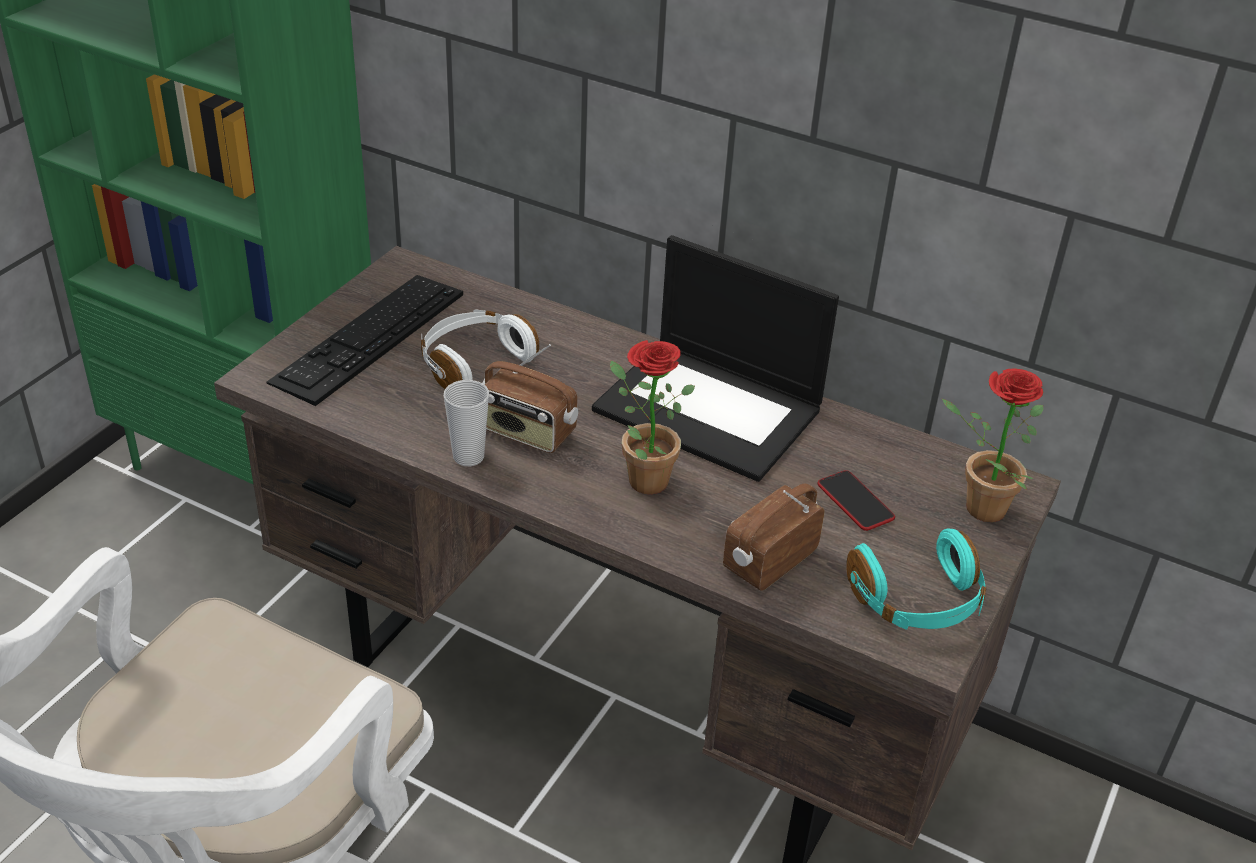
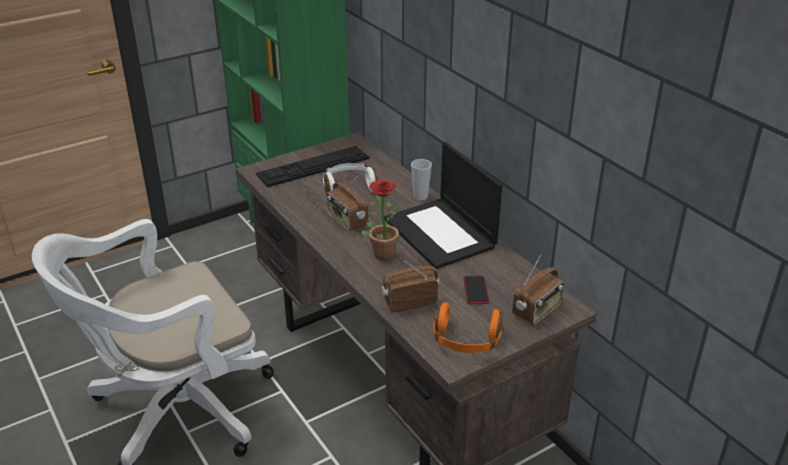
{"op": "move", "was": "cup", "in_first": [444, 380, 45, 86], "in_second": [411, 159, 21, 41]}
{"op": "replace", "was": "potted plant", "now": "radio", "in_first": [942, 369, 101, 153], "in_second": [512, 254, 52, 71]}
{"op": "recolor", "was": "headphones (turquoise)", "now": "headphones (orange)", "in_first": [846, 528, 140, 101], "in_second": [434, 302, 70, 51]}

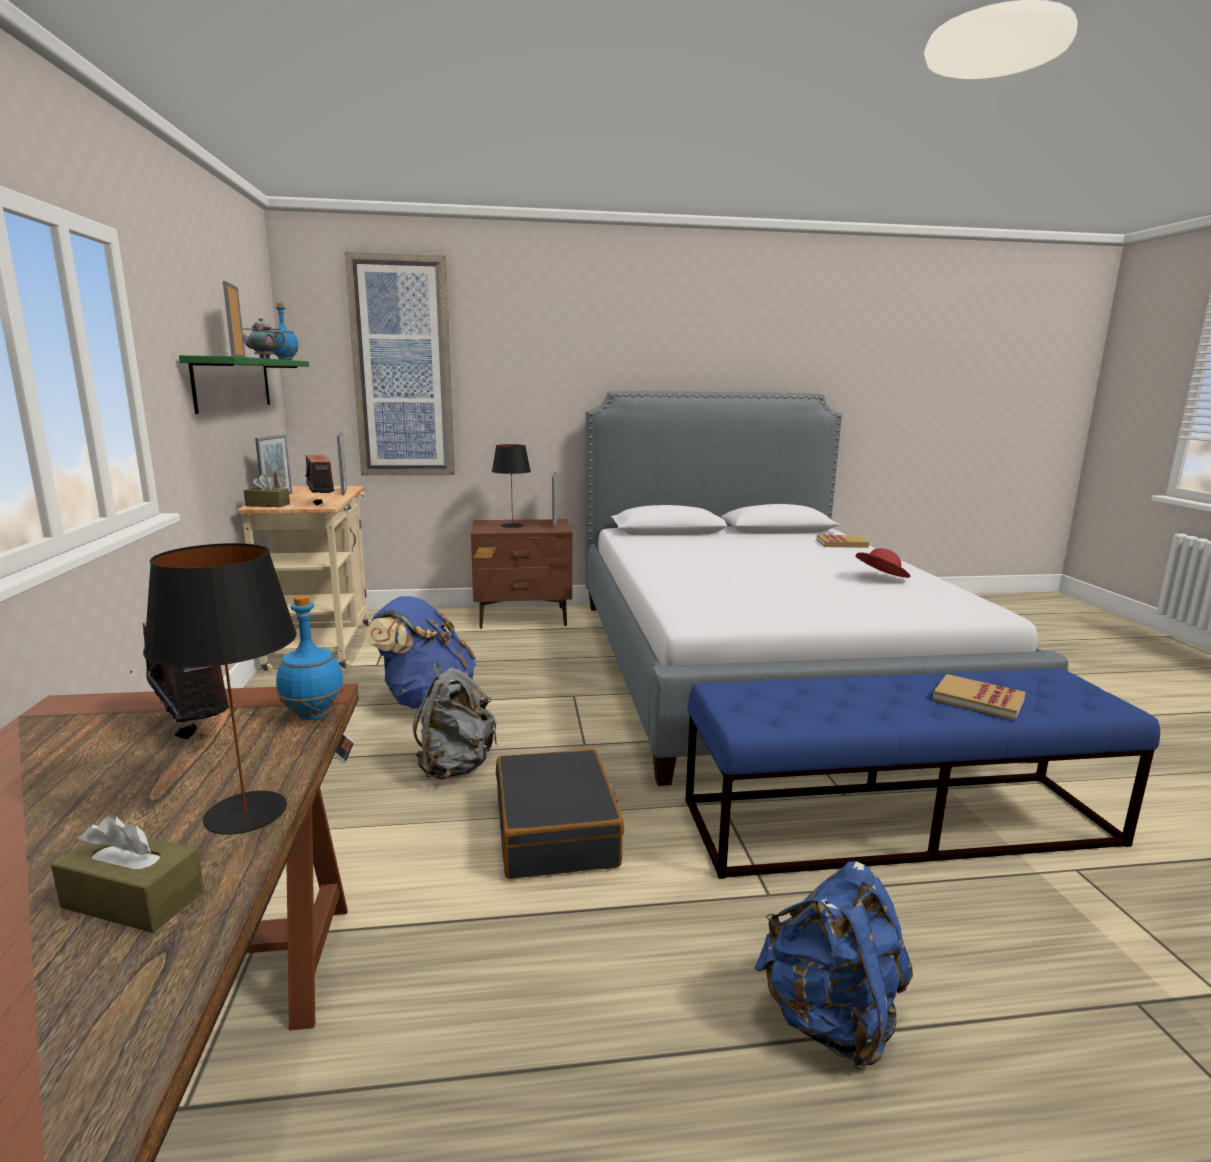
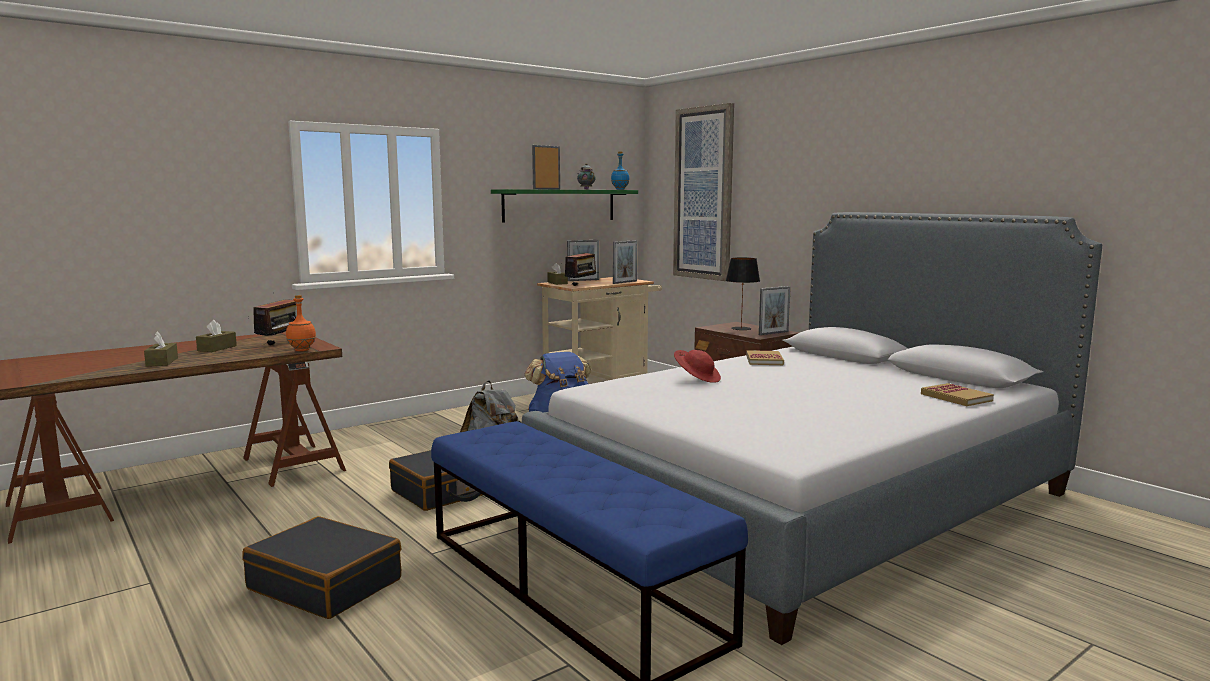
{"op": "delete", "was": "table lamp (black)", "in_first": [143, 543, 154, 292]}
{"op": "insert", "now": "tissue box (brown)", "in_second": [196, 320, 41, 32]}
{"op": "move", "was": "hat (red)", "in_first": [856, 548, 54, 30], "in_second": [674, 350, 47, 33]}
{"op": "move", "was": "book", "in_first": [933, 674, 93, 46], "in_second": [746, 350, 38, 15]}
{"op": "replace", "was": "backpack (blue)", "now": "suitcase (black)", "in_first": [755, 861, 158, 209], "in_second": [242, 516, 160, 103]}
{"op": "recolor", "was": "bottle (blue)", "now": "bottle (orange)", "in_first": [276, 595, 68, 125], "in_second": [286, 295, 30, 56]}

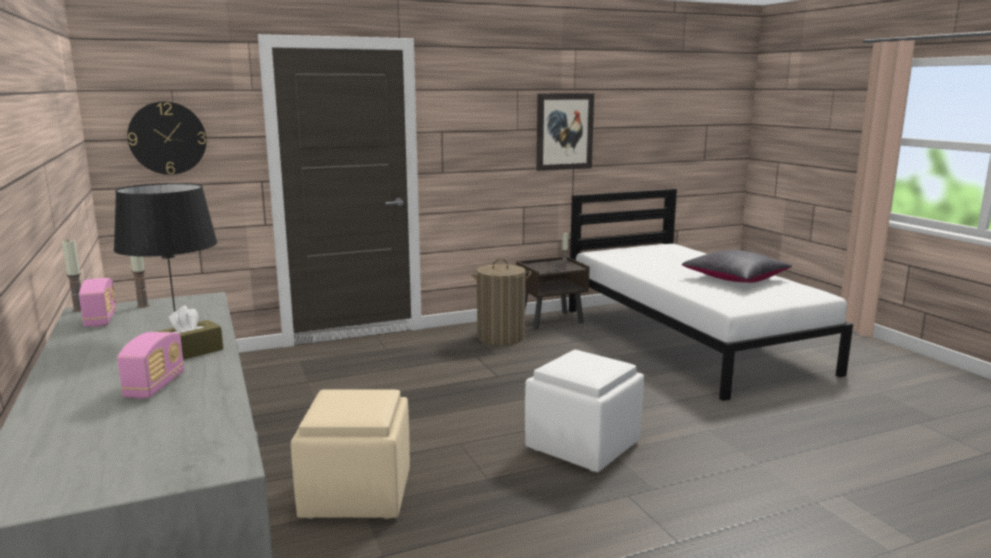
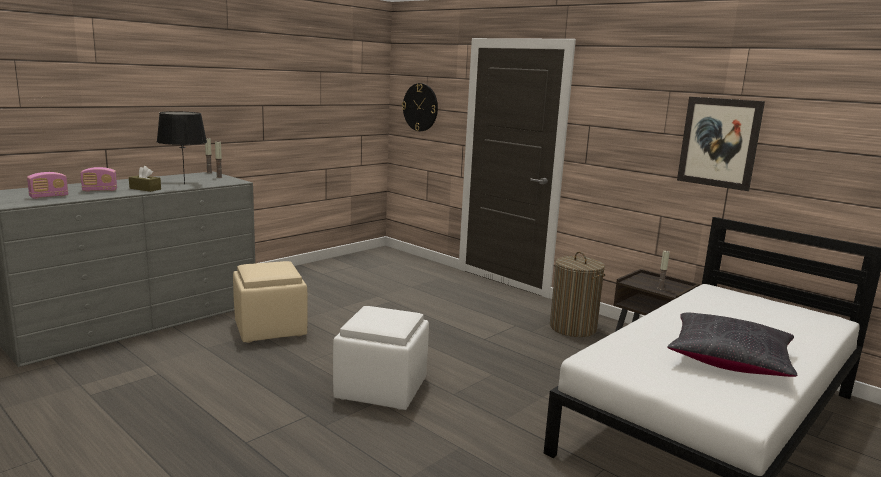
{"op": "move", "was": "radio", "in_first": [79, 278, 37, 49], "in_second": [27, 172, 41, 27]}

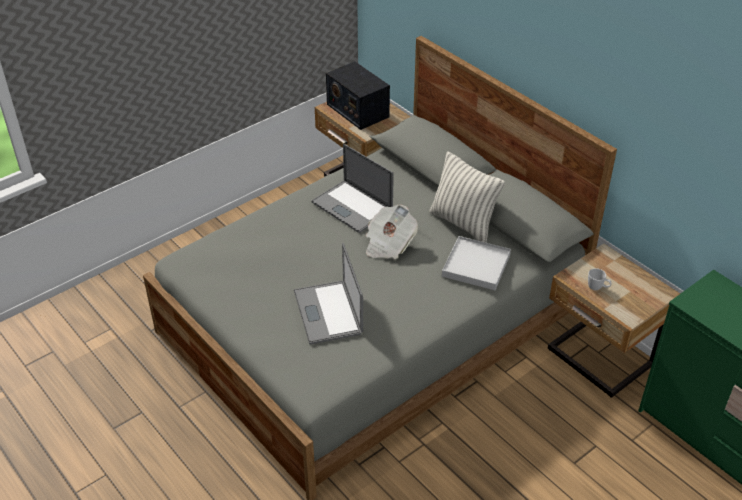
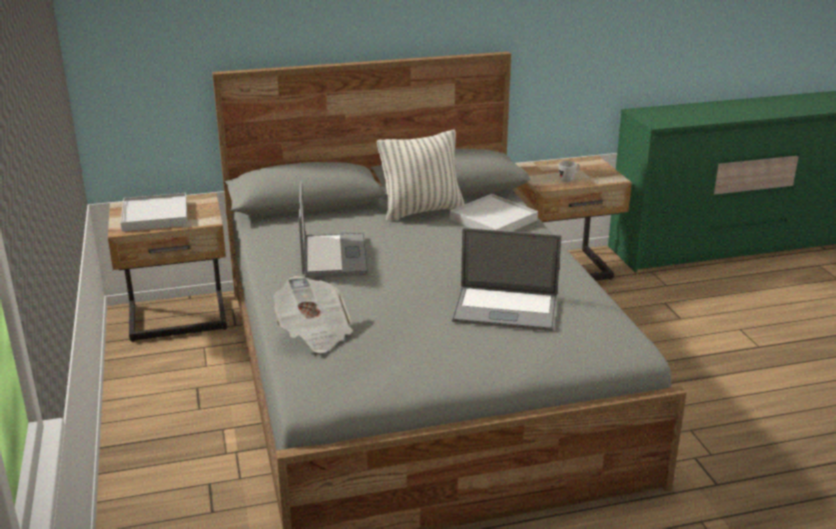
{"op": "move", "was": "newspaper", "in_first": [366, 205, 52, 54], "in_second": [273, 276, 80, 77]}
{"op": "replace", "was": "radio", "now": "tray (white)", "in_first": [326, 61, 64, 69], "in_second": [120, 193, 67, 39]}
{"op": "rotate", "was": "laptop", "in_first": [311, 144, 83, 89], "in_second": [299, 181, 69, 97], "clockwise": -75}

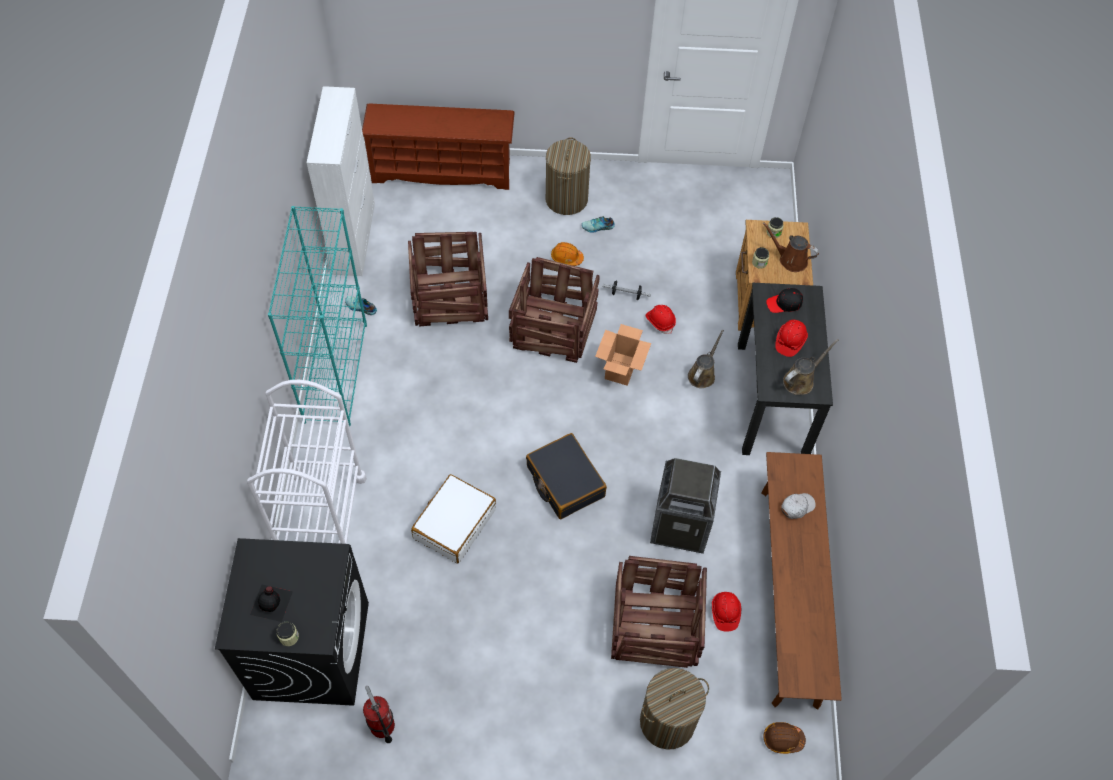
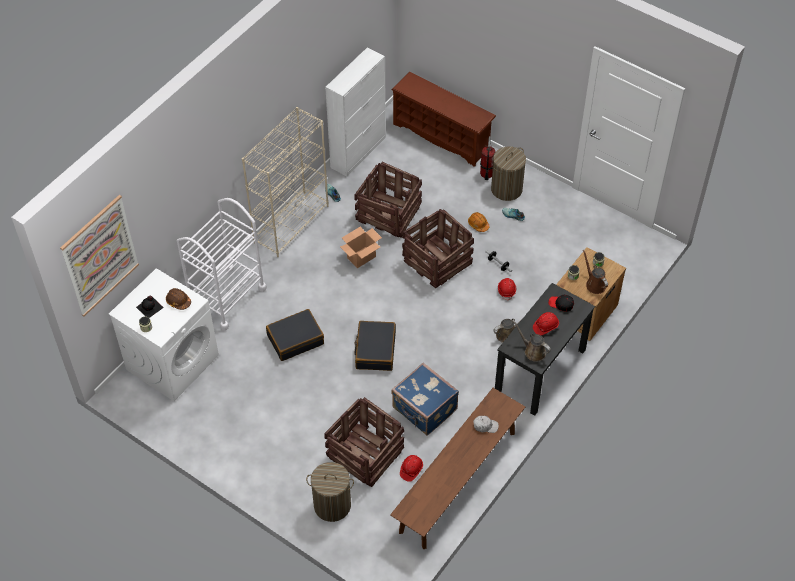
{"op": "insert", "now": "picture", "in_second": [60, 195, 79, 122]}
{"op": "move", "was": "fire extinguisher", "in_first": [363, 686, 32, 57], "in_second": [480, 136, 16, 44]}
{"op": "move", "was": "cardboard box", "in_first": [595, 324, 56, 62], "in_second": [340, 227, 42, 41]}
{"op": "move", "was": "hard hat (brown)", "in_first": [764, 722, 42, 32], "in_second": [166, 288, 25, 22]}
{"op": "replace", "was": "trash can", "now": "suitcase (blue)", "in_first": [650, 458, 71, 96], "in_second": [391, 363, 68, 73]}
{"op": "recolor", "was": "washing machine (black)", "now": "washing machine (white)", "in_first": [215, 538, 154, 168], "in_second": [109, 268, 110, 133]}
{"op": "recolor", "was": "bookcase (turquoise)", "now": "bookcase (beige)", "in_first": [268, 206, 99, 220], "in_second": [242, 107, 86, 150]}
{"op": "recolor", "was": "suitcase (white)", "now": "suitcase (black)", "in_first": [411, 474, 85, 90], "in_second": [266, 309, 58, 52]}
{"op": "rotate", "was": "watering can (brown)", "in_first": [783, 339, 56, 56], "in_second": [513, 320, 38, 42], "clockwise": -135}

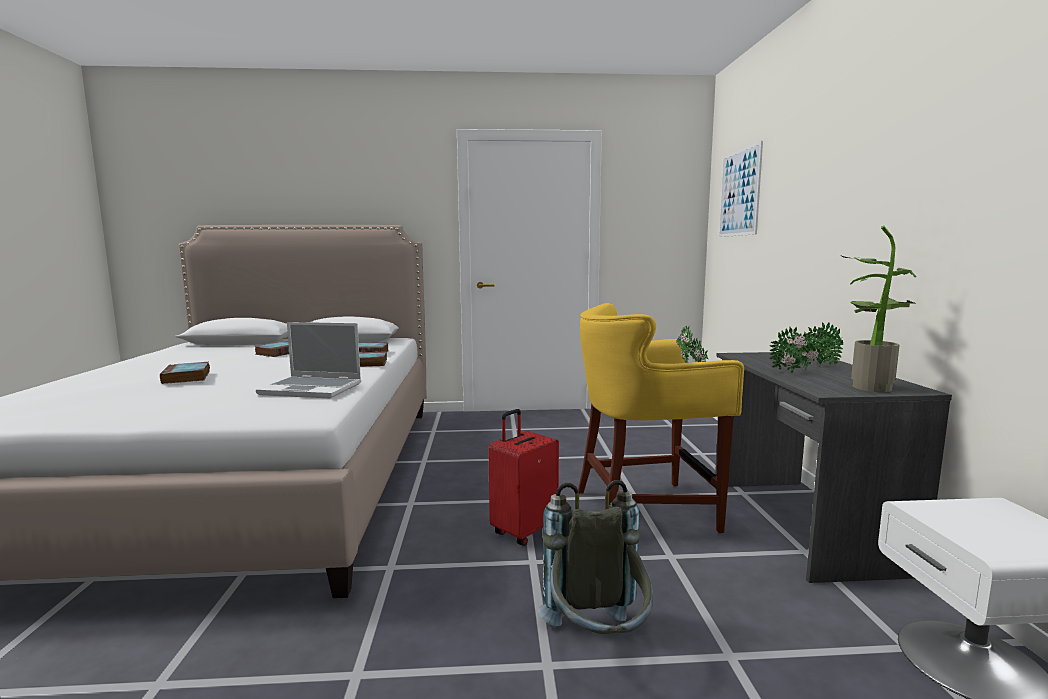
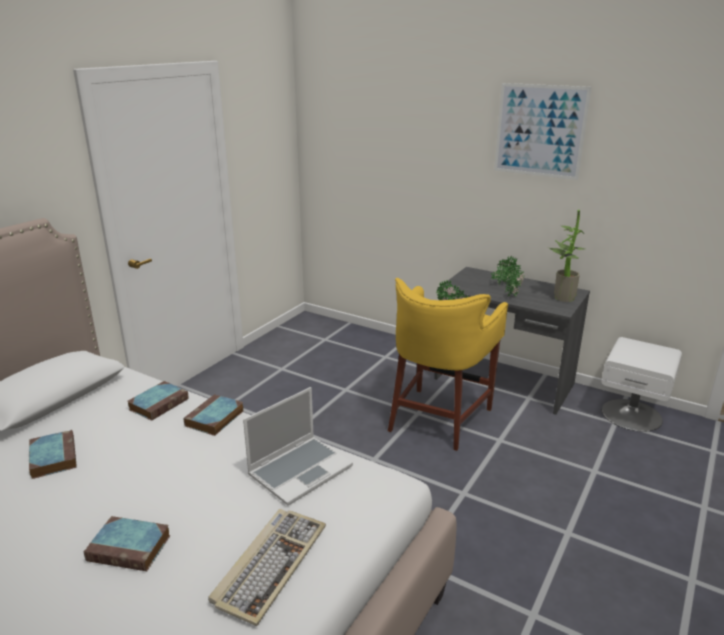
{"op": "delete", "was": "suitcase (red)", "in_first": [488, 409, 71, 137]}
{"op": "delete", "was": "backpack (grey)", "in_first": [538, 480, 115, 154]}
{"op": "insert", "now": "keyboard", "in_second": [208, 509, 118, 117]}
{"op": "move", "was": "picture", "in_first": [719, 141, 44, 96], "in_second": [494, 83, 97, 97]}

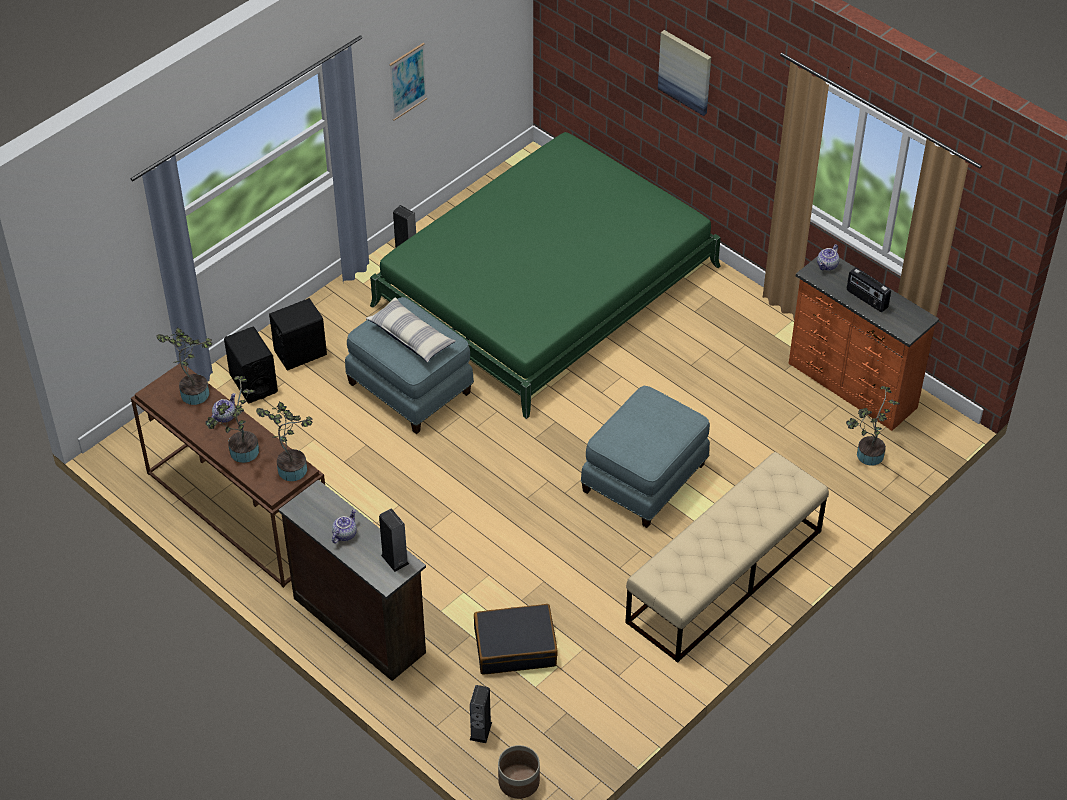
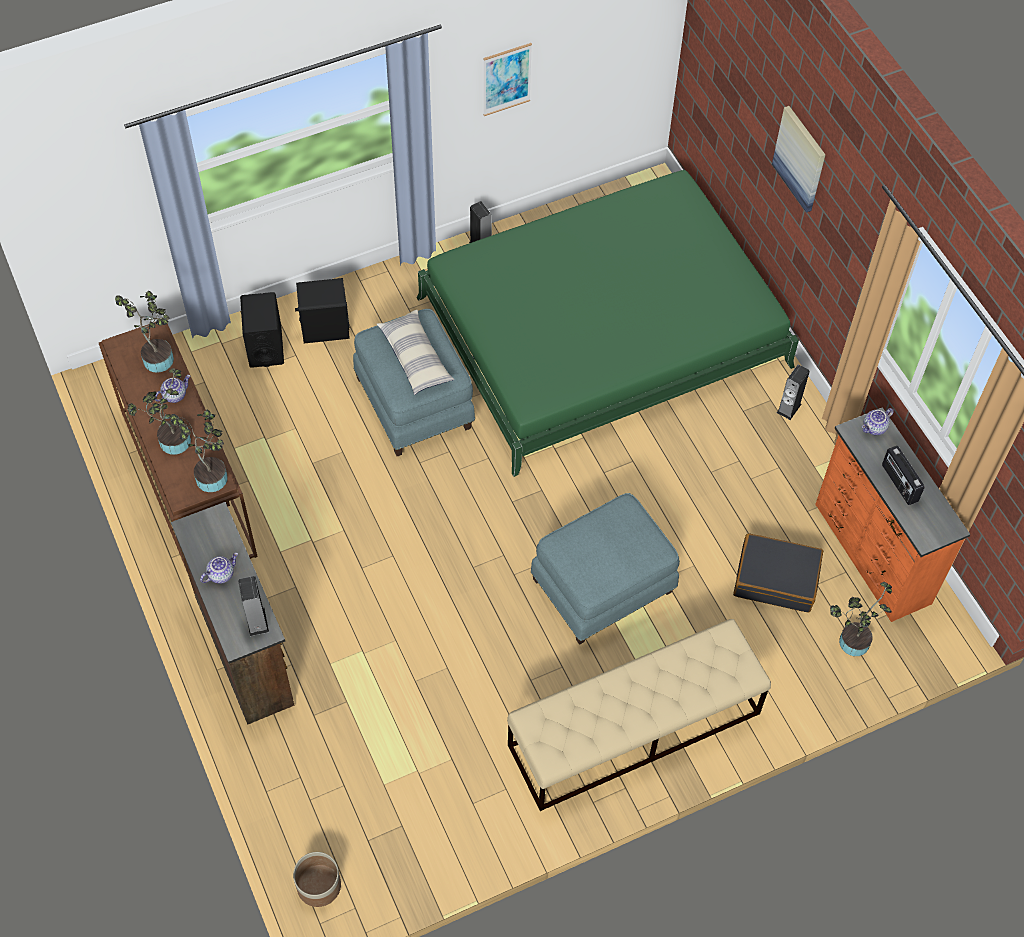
{"op": "move", "was": "speaker", "in_first": [470, 685, 22, 58], "in_second": [777, 365, 33, 55]}
{"op": "move", "was": "suitcase (black)", "in_first": [474, 604, 84, 71], "in_second": [733, 533, 90, 80]}

